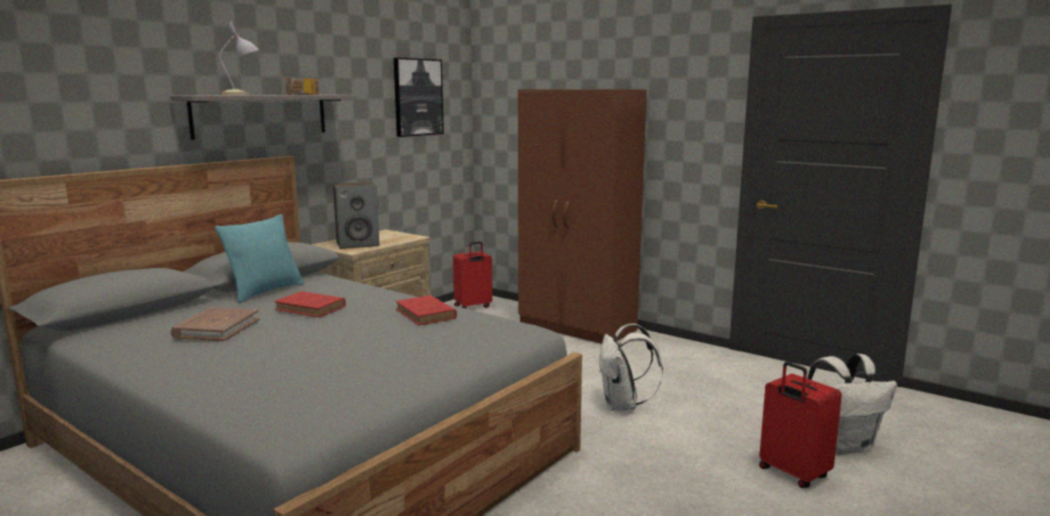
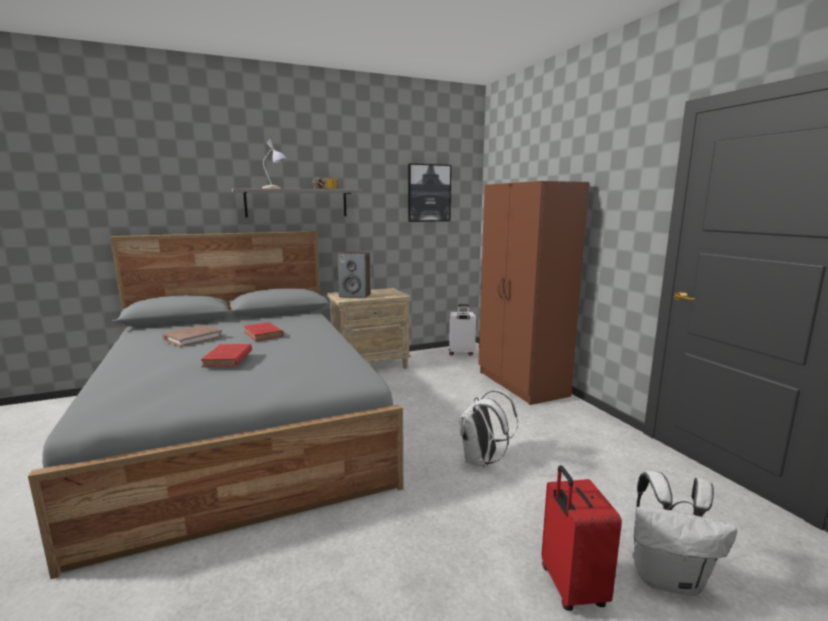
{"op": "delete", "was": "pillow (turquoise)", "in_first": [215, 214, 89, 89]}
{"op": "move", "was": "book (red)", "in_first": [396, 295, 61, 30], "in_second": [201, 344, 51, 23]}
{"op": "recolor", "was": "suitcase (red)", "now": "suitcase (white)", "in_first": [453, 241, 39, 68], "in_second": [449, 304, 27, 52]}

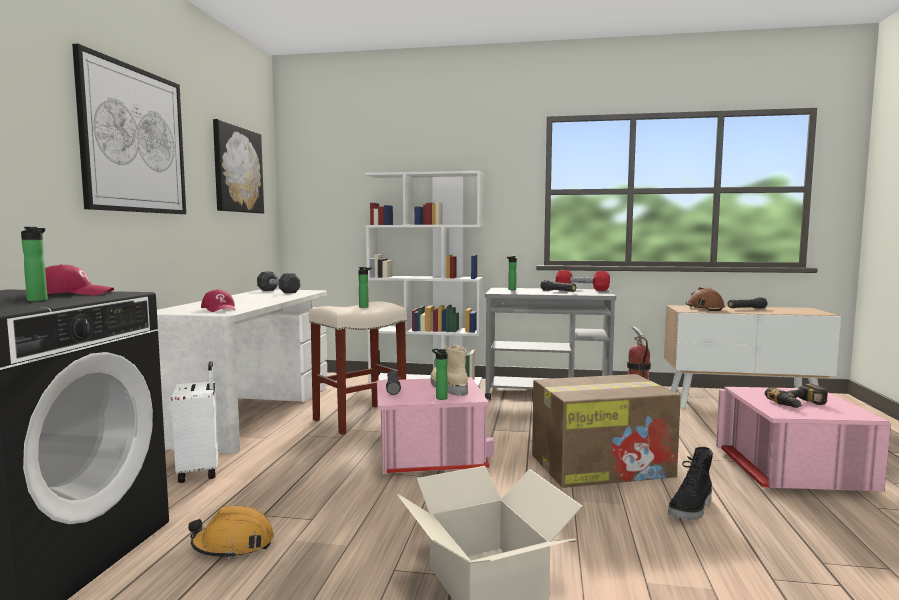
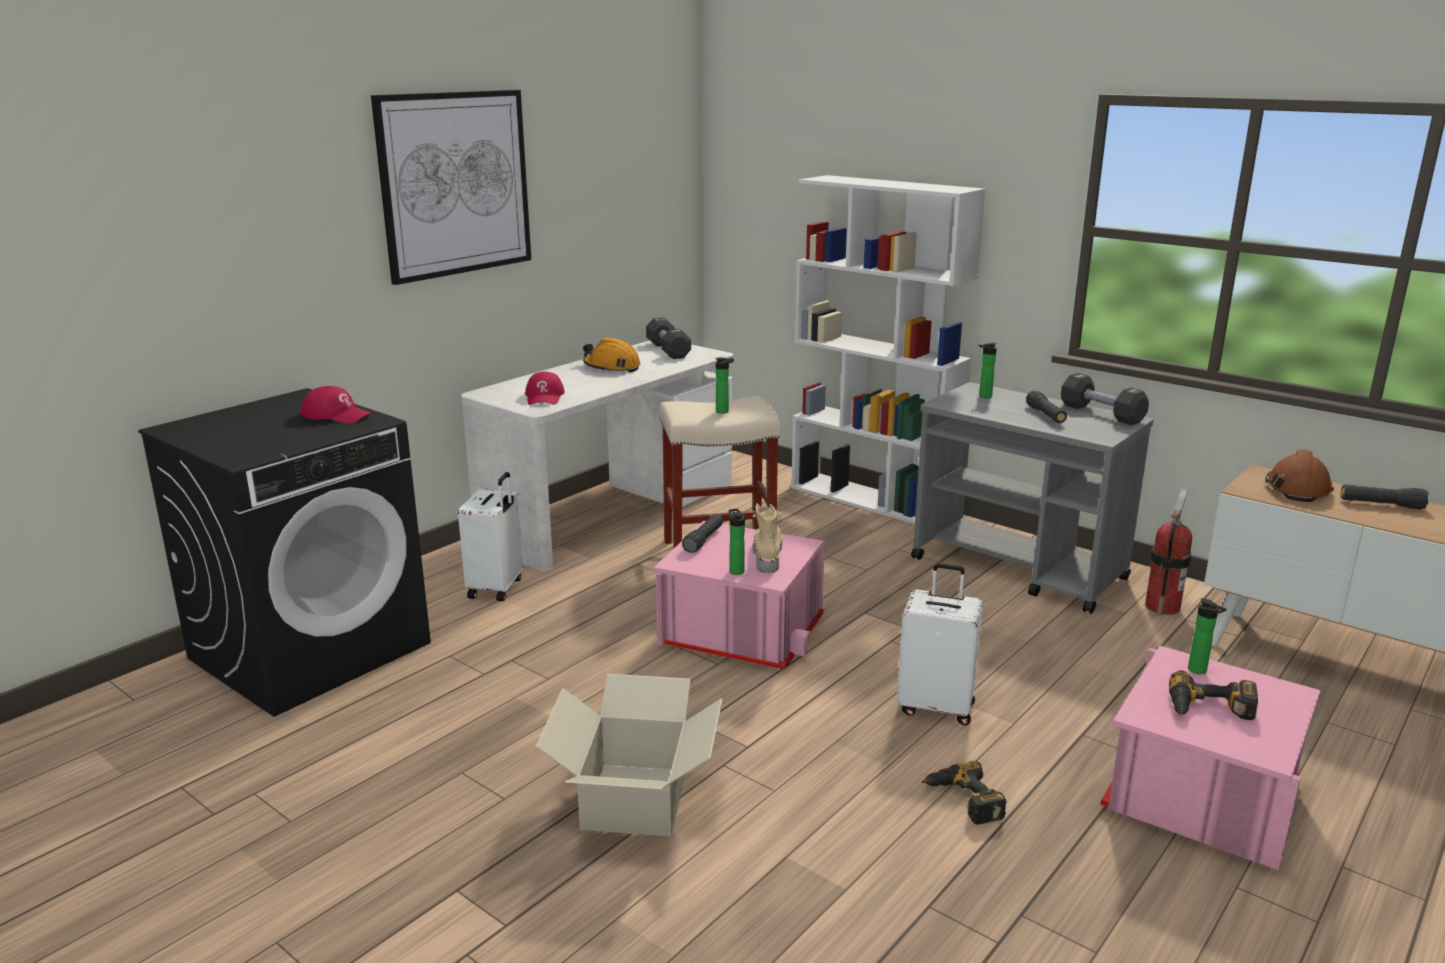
{"op": "delete", "was": "picture", "in_first": [213, 119, 51, 95]}
{"op": "move", "was": "bottle", "in_first": [21, 227, 27, 74], "in_second": [1188, 598, 38, 76]}
{"op": "move", "was": "hard hat (orange)", "in_first": [188, 506, 86, 53], "in_second": [583, 338, 58, 34]}
{"op": "replace", "was": "cardboard box", "now": "suitcase (white)", "in_first": [532, 374, 149, 114], "in_second": [897, 563, 86, 163]}
{"op": "replace", "was": "boot (black)", "now": "power drill", "in_first": [668, 447, 45, 73], "in_second": [922, 761, 85, 64]}
{"op": "recolor", "was": "dumbbell (red)", "now": "dumbbell (black)", "in_first": [556, 270, 54, 21], "in_second": [1061, 373, 88, 52]}

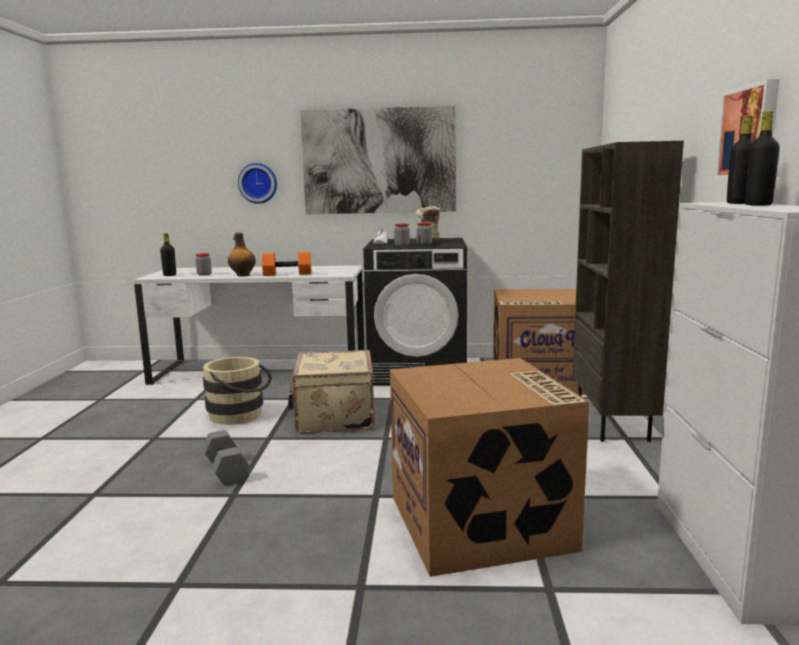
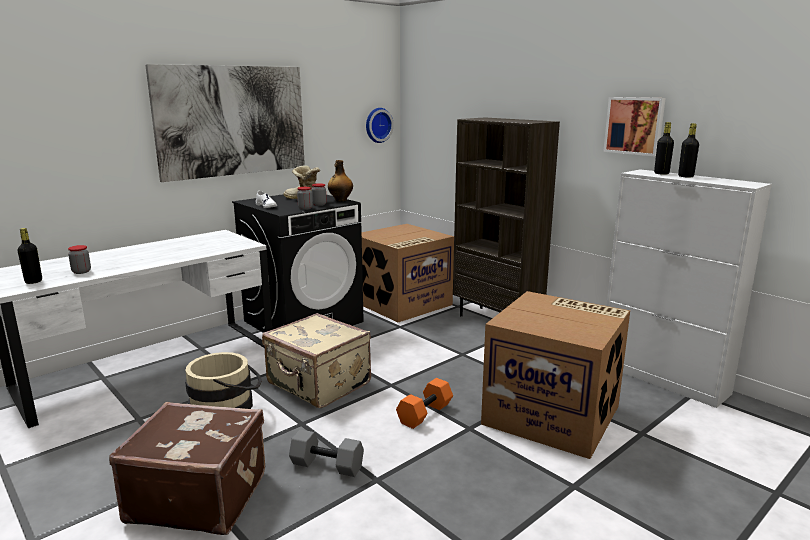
{"op": "insert", "now": "suitcase (brown)", "in_second": [109, 402, 156, 133]}
{"op": "move", "was": "bottle", "in_first": [228, 232, 28, 44], "in_second": [328, 160, 25, 41]}
{"op": "move", "was": "wall clock", "in_first": [238, 163, 39, 41], "in_second": [366, 108, 28, 35]}
{"op": "move", "was": "dumbbell (orange)", "in_first": [262, 252, 49, 24], "in_second": [396, 378, 57, 51]}

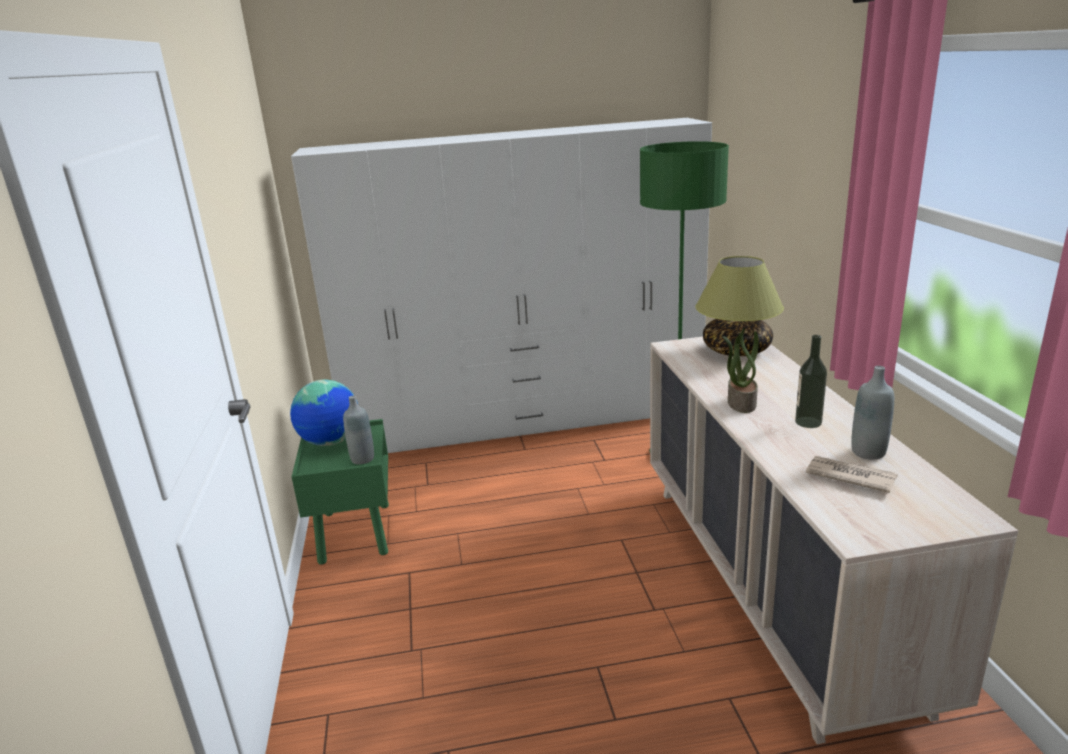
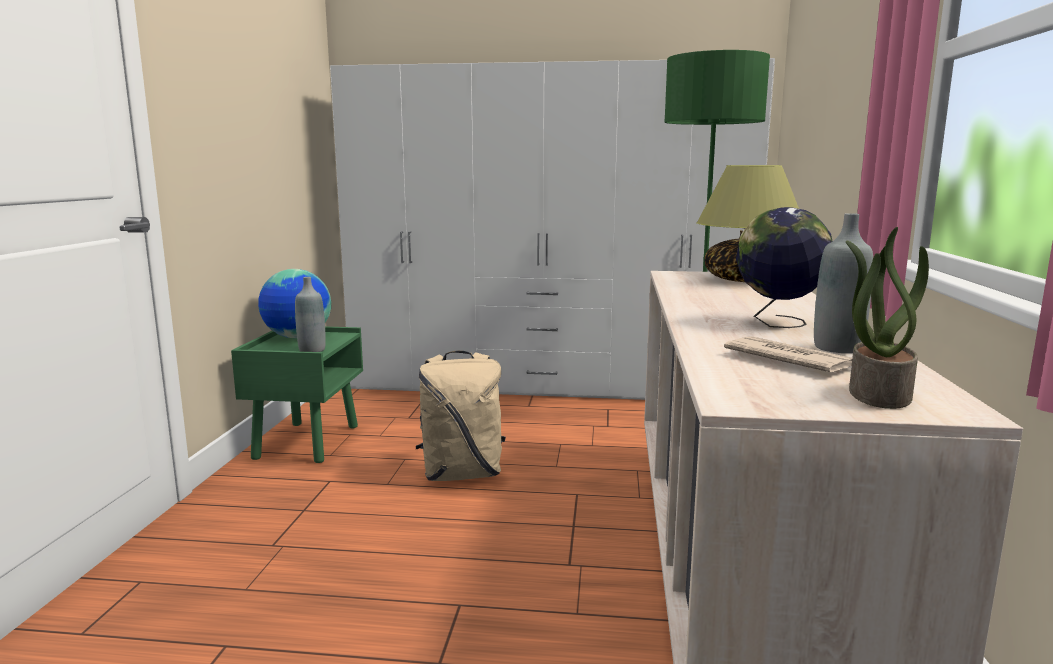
{"op": "insert", "now": "backpack (beige)", "in_second": [416, 351, 90, 130]}
{"op": "move", "was": "potted plant", "in_first": [723, 328, 36, 85], "in_second": [846, 227, 83, 182]}
{"op": "replace", "was": "bottle", "now": "globe", "in_first": [795, 335, 32, 93], "in_second": [736, 207, 97, 121]}

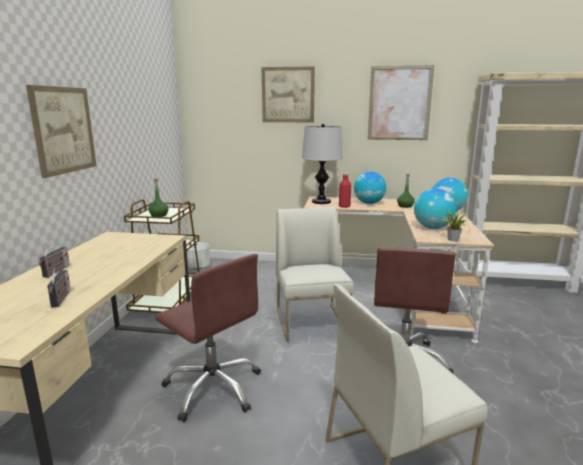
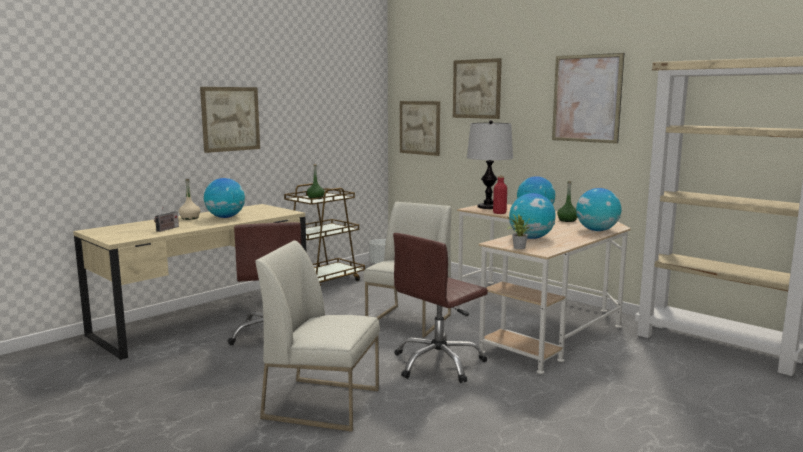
{"op": "insert", "now": "globe", "in_second": [204, 178, 41, 40]}
{"op": "insert", "now": "picture", "in_second": [400, 101, 40, 55]}
{"op": "replace", "was": "radio", "now": "bottle (beige)", "in_first": [39, 244, 31, 34], "in_second": [179, 179, 22, 41]}

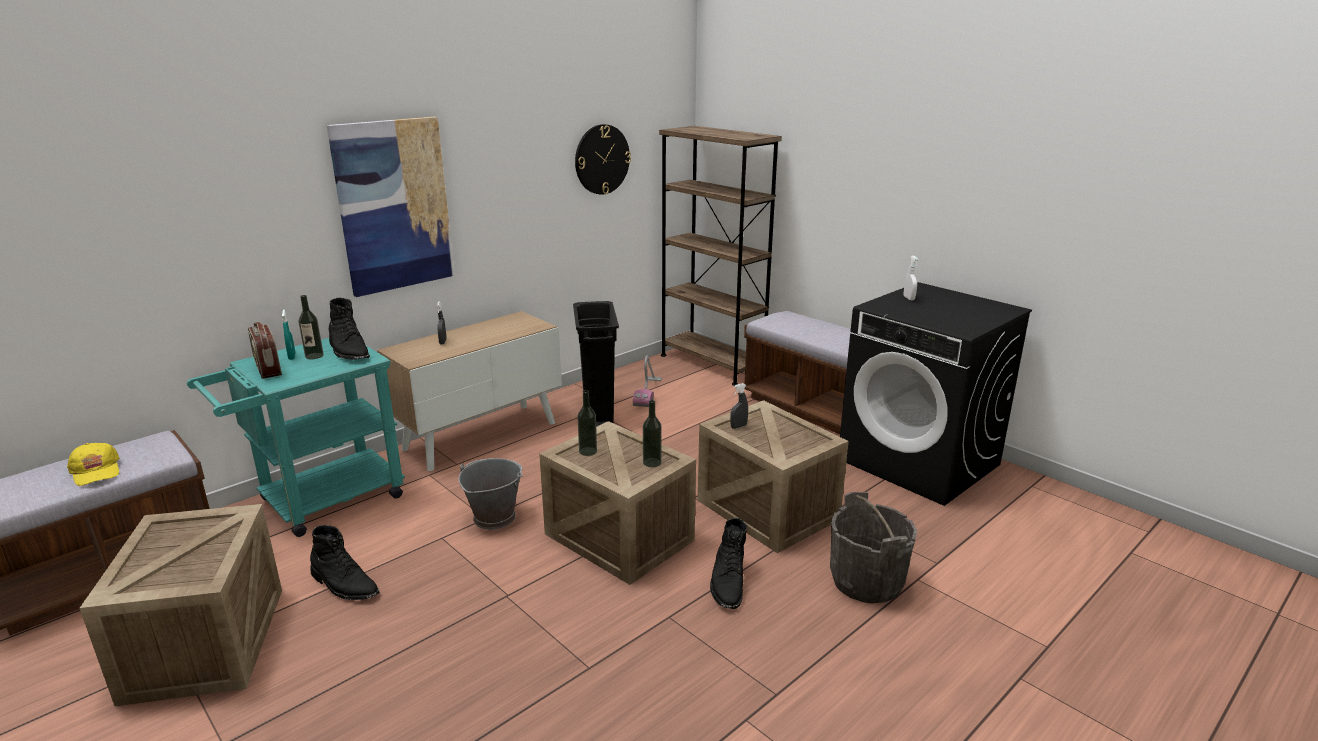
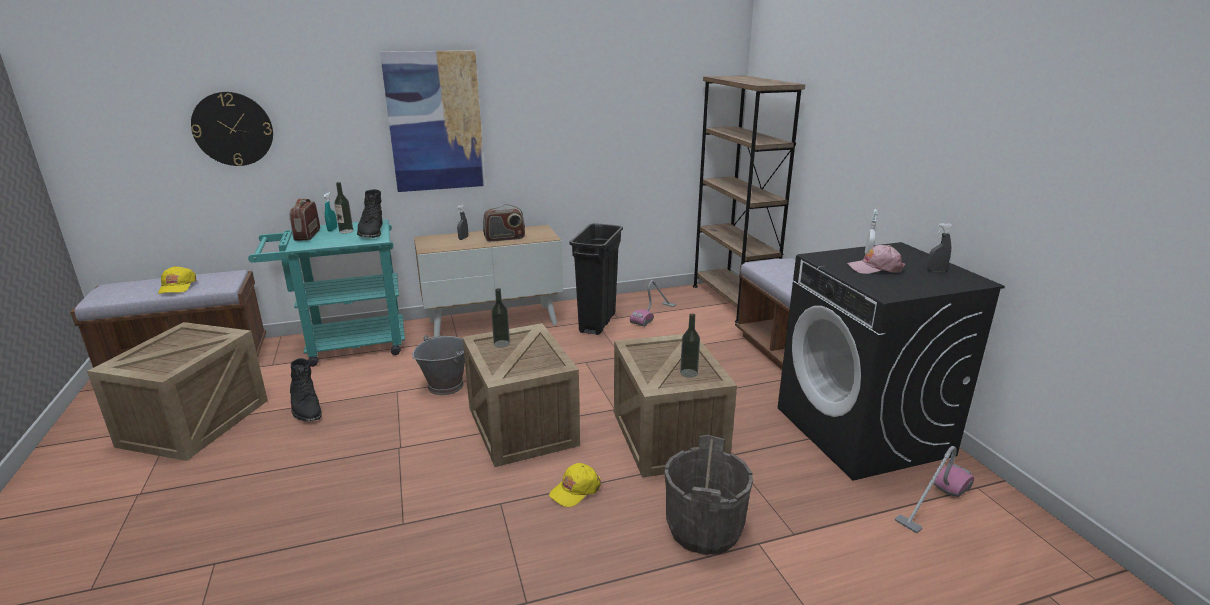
{"op": "insert", "now": "radio", "in_second": [483, 204, 42, 38]}
{"op": "insert", "now": "cap (pink)", "in_second": [847, 245, 58, 29]}
{"op": "insert", "now": "vacuum cleaner", "in_second": [895, 446, 79, 87]}
{"op": "move", "was": "wall clock", "in_first": [575, 124, 56, 71], "in_second": [191, 92, 82, 74]}
{"op": "move", "was": "bottle", "in_first": [643, 400, 19, 67], "in_second": [680, 314, 20, 64]}
{"op": "move", "was": "spray bottle (grey)", "in_first": [730, 383, 18, 46], "in_second": [927, 223, 26, 49]}
{"op": "replace", "was": "boot (black)", "now": "cap (yellow)", "in_first": [710, 518, 37, 91], "in_second": [549, 463, 52, 44]}

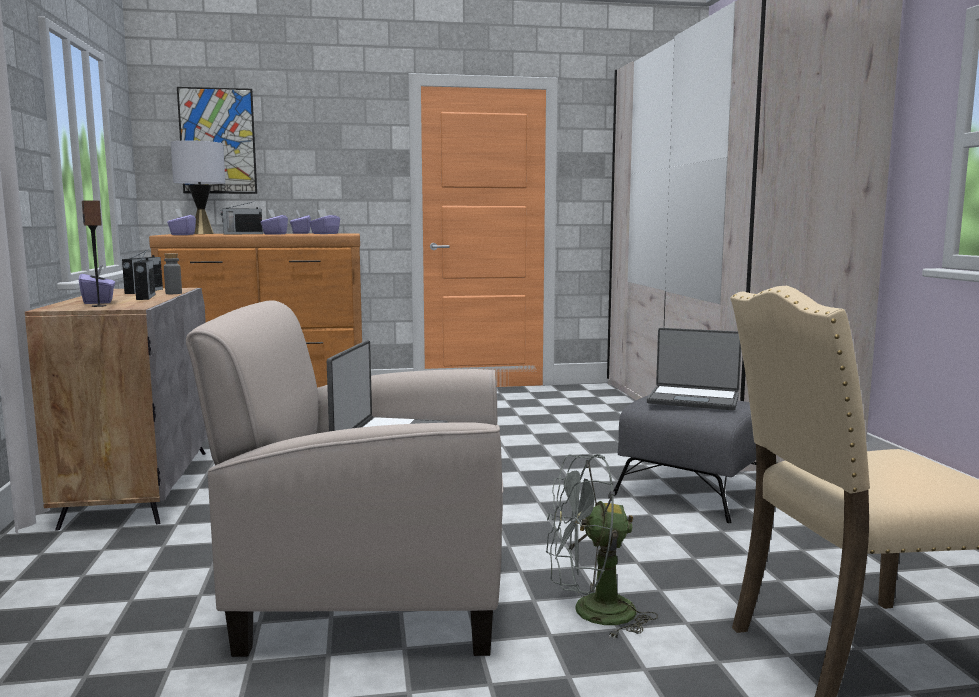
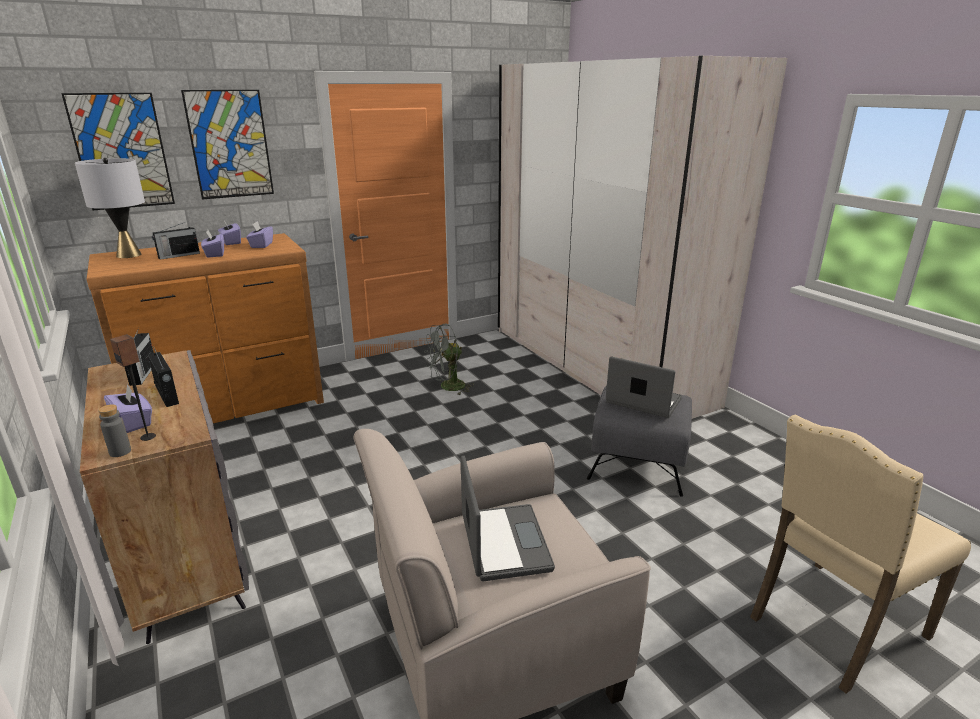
{"op": "delete", "was": "tissue box (purple)", "in_first": [167, 209, 29, 26]}
{"op": "insert", "now": "picture", "in_second": [181, 90, 93, 109]}
{"op": "move", "was": "bottle (grey)", "in_first": [164, 253, 18, 41], "in_second": [98, 405, 33, 52]}
{"op": "move", "was": "fan (grey)", "in_first": [546, 454, 112, 185], "in_second": [424, 324, 50, 71]}
{"op": "rotate", "was": "laptop", "in_first": [647, 328, 94, 82], "in_second": [606, 356, 76, 62], "clockwise": -150}

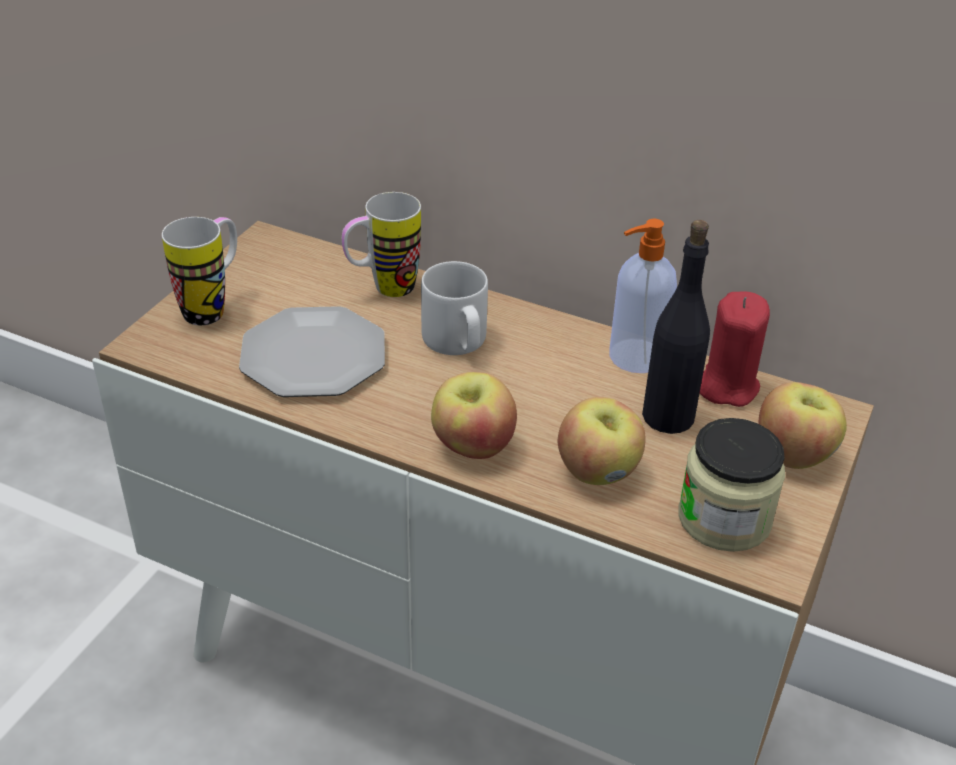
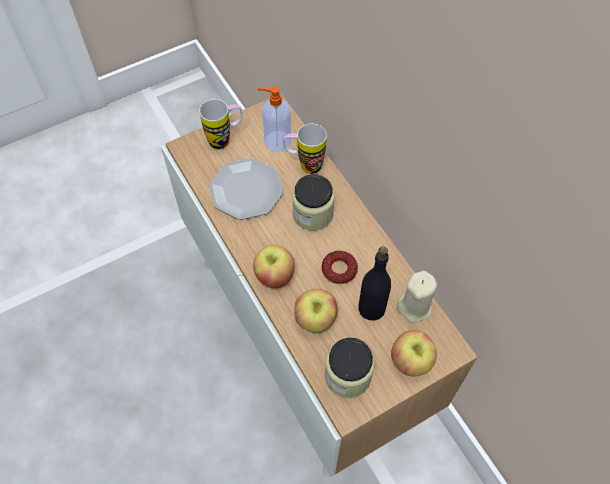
{"op": "insert", "now": "donut", "in_second": [321, 251, 37, 33]}
{"op": "move", "was": "soap dispenser", "in_first": [609, 219, 68, 154], "in_second": [258, 86, 33, 66]}
{"op": "replace", "was": "mug (grey)", "now": "jar", "in_first": [421, 261, 67, 94], "in_second": [292, 174, 43, 57]}
{"op": "recolor", "was": "candle (red)", "now": "candle (beige)", "in_first": [700, 292, 70, 115], "in_second": [397, 271, 40, 52]}

